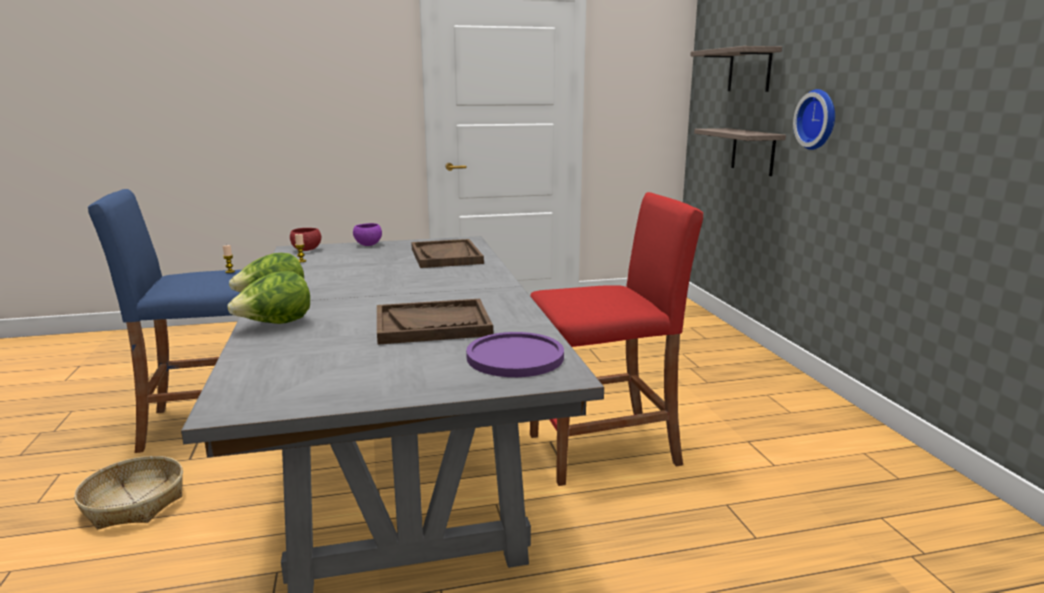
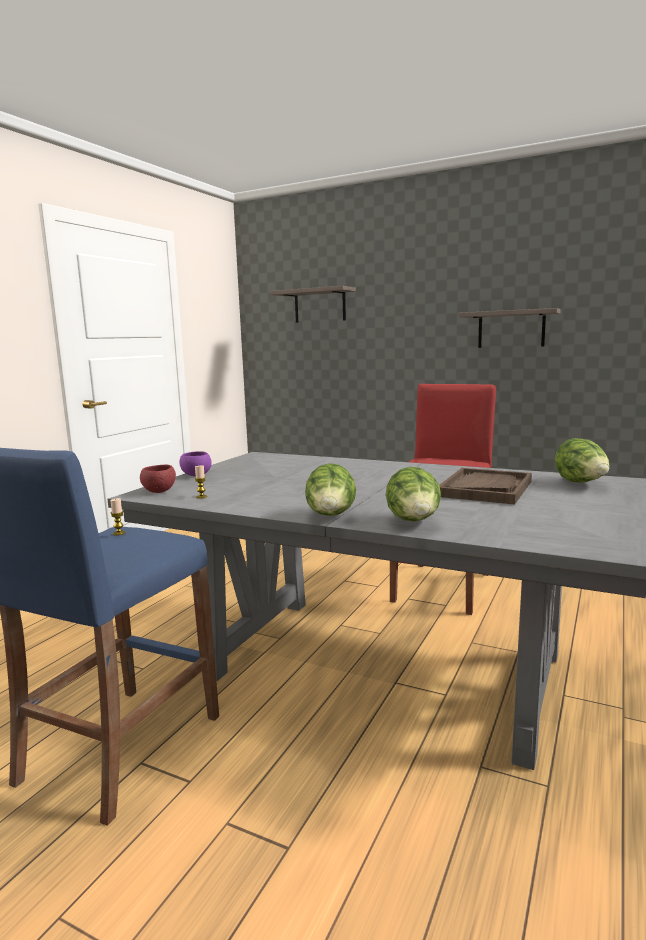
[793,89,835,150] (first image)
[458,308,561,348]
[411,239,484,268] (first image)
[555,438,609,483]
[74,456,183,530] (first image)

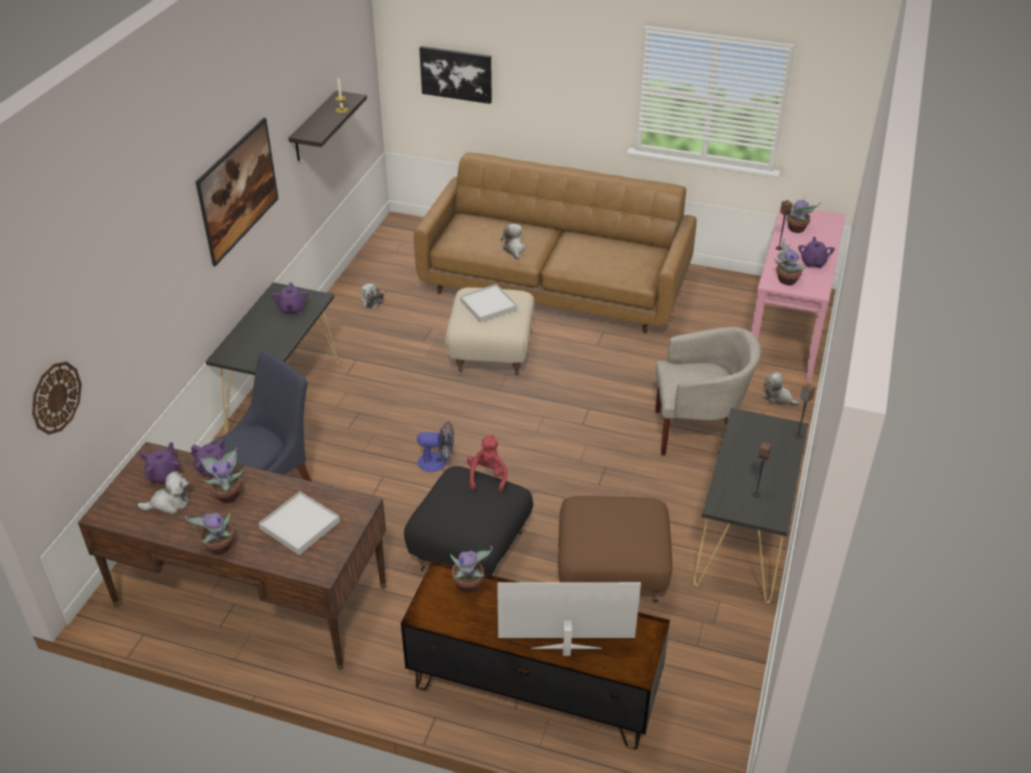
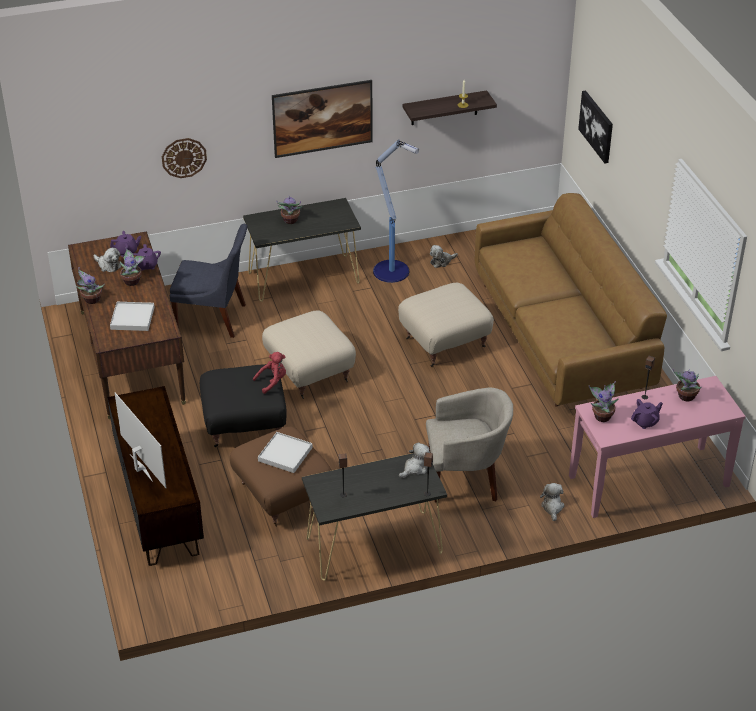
[399,442,430,478]
[271,283,308,314] (first image)
[258,432,313,473]
[426,388,513,503]
[162,138,207,178]
[262,310,356,399]
[276,195,303,224]
[373,139,419,283]

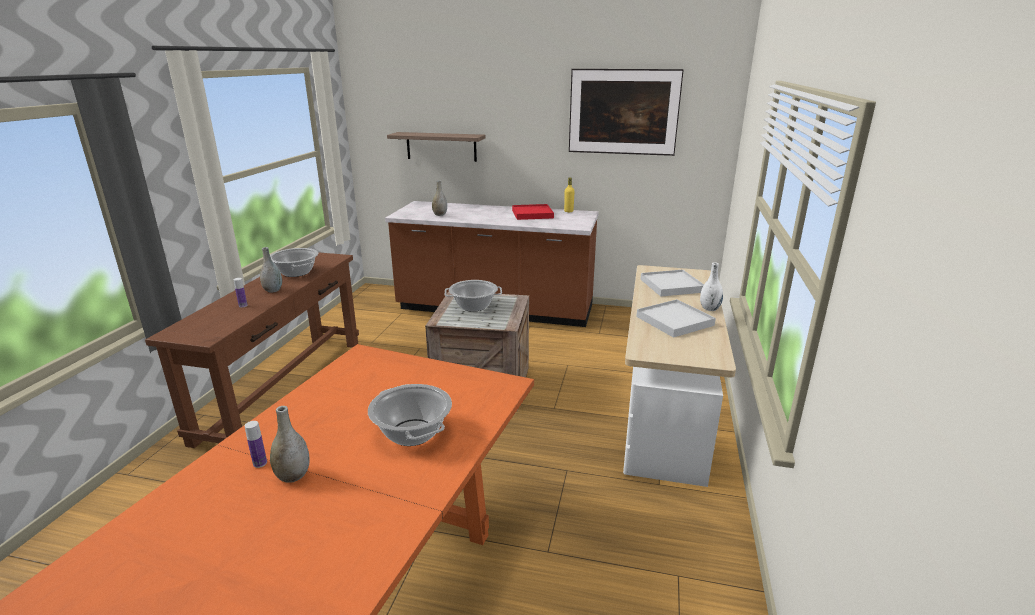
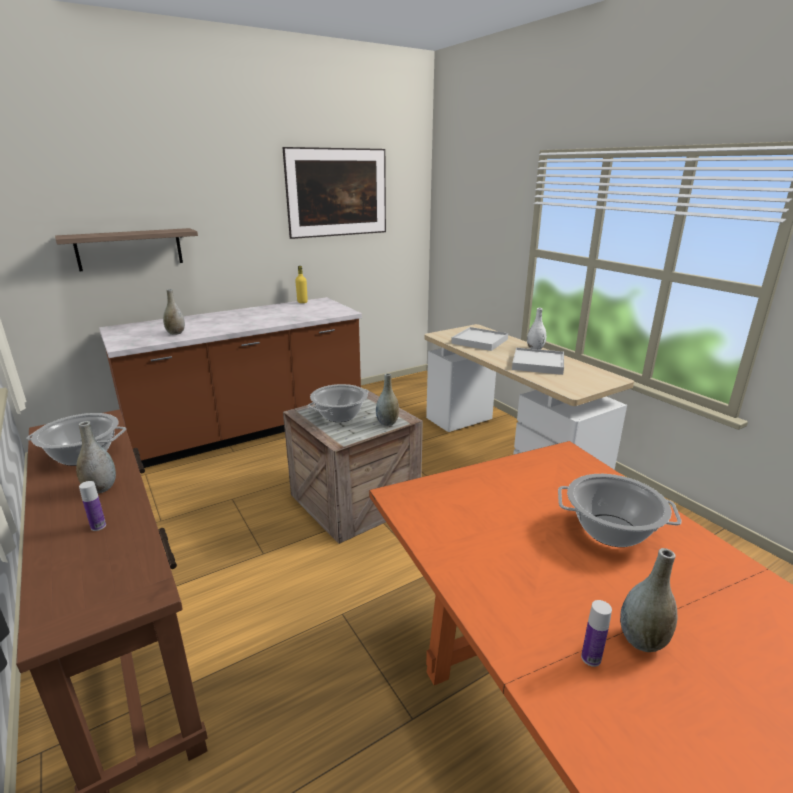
[512,204,554,220] (first image)
[376,373,399,426]

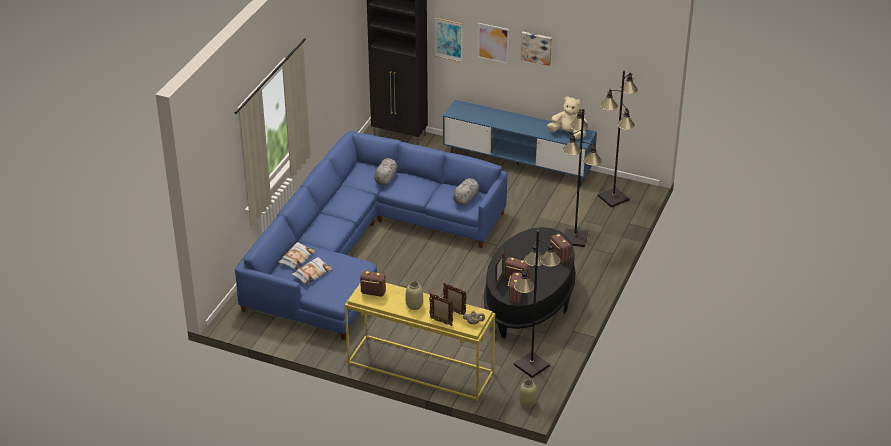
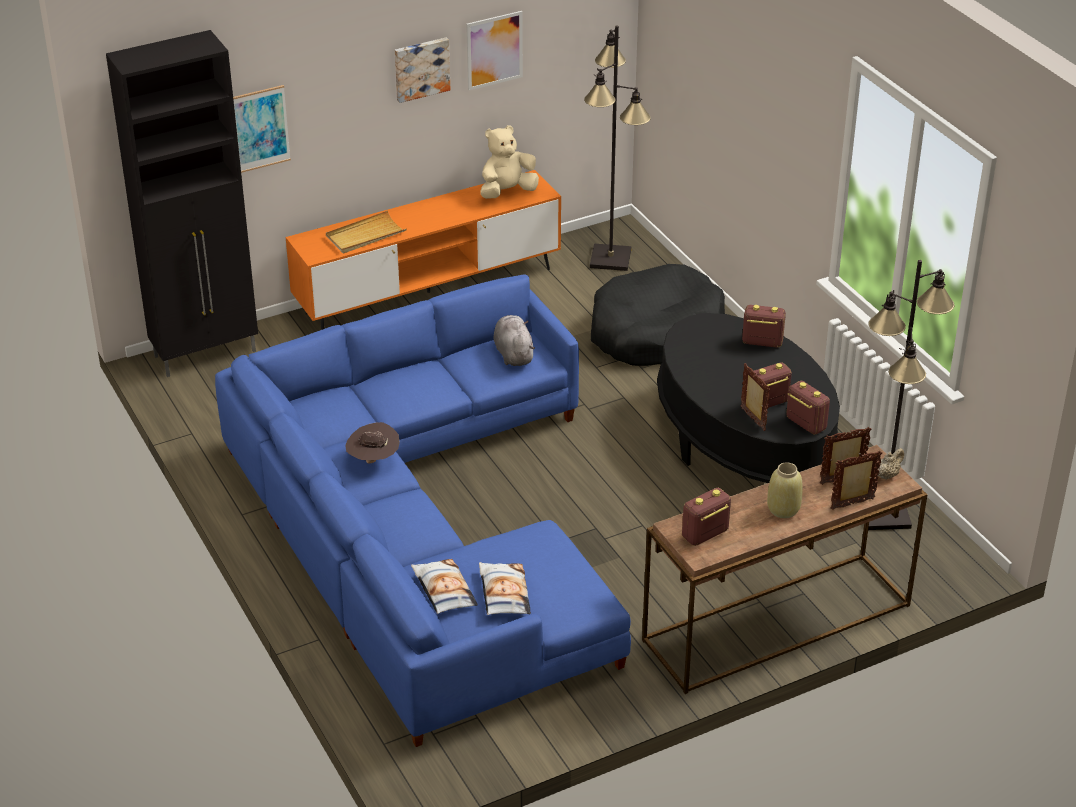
[466,11,523,90]
[286,170,561,330]
[591,264,725,366]
[375,158,397,185] (first image)
[642,445,927,694]
[519,379,537,408] (first image)
[326,210,407,253]
[345,422,400,464]

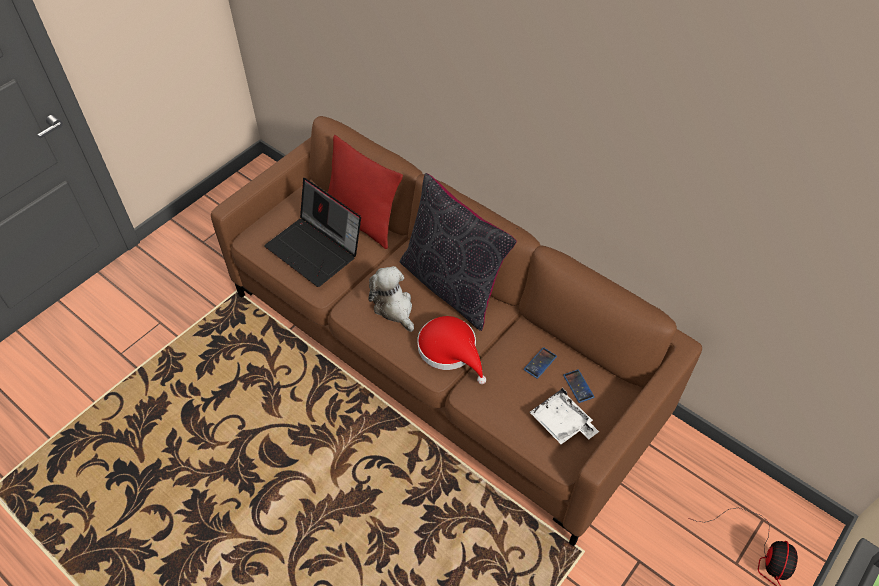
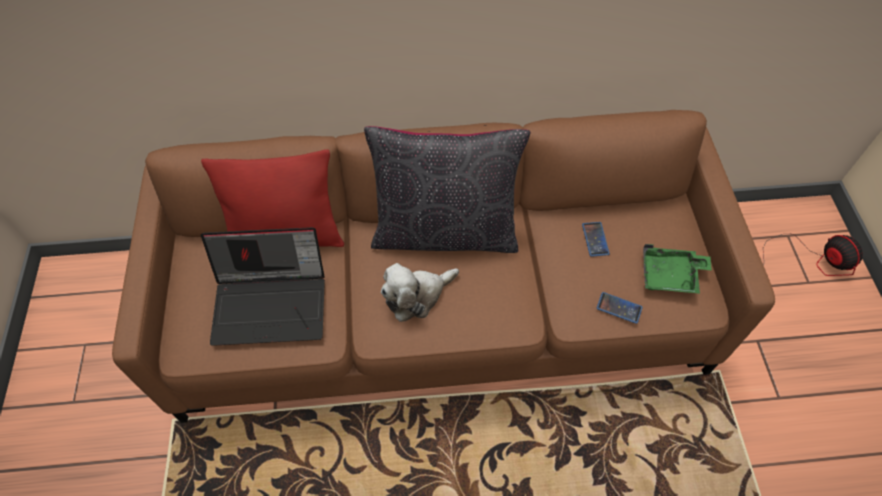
[381,263,459,322]
[417,316,486,384] (first image)
[597,292,643,324]
[643,244,712,294]

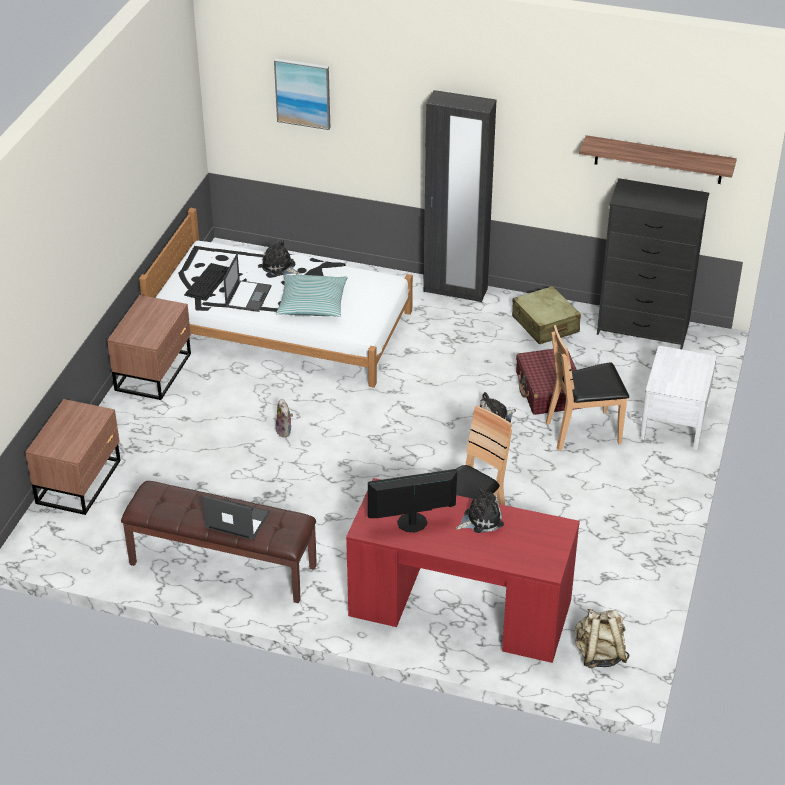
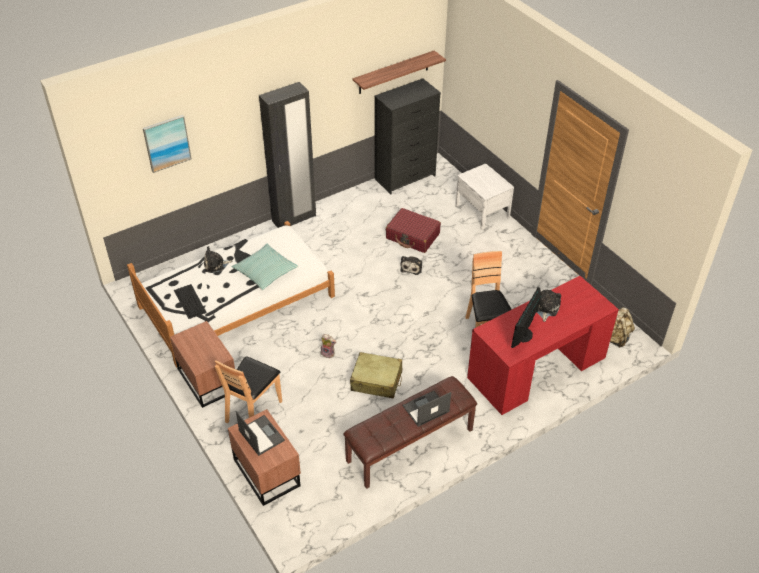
[236,411,285,456]
[350,352,402,399]
[215,356,282,423]

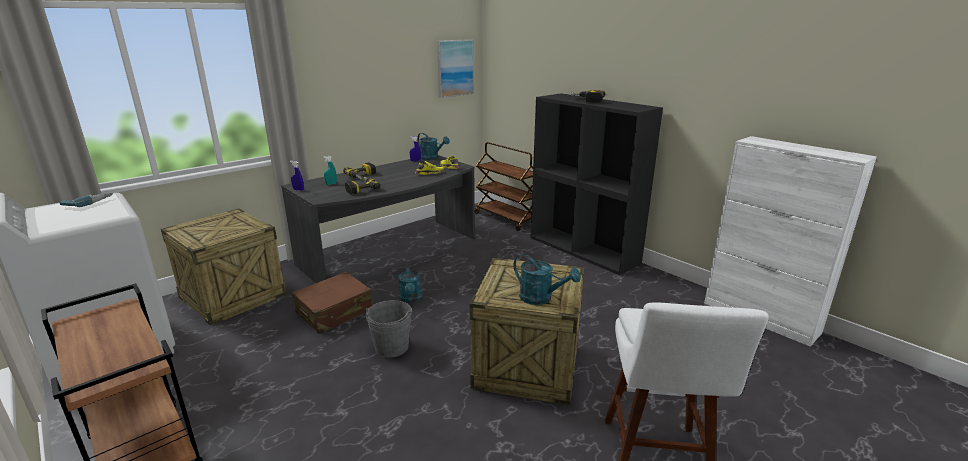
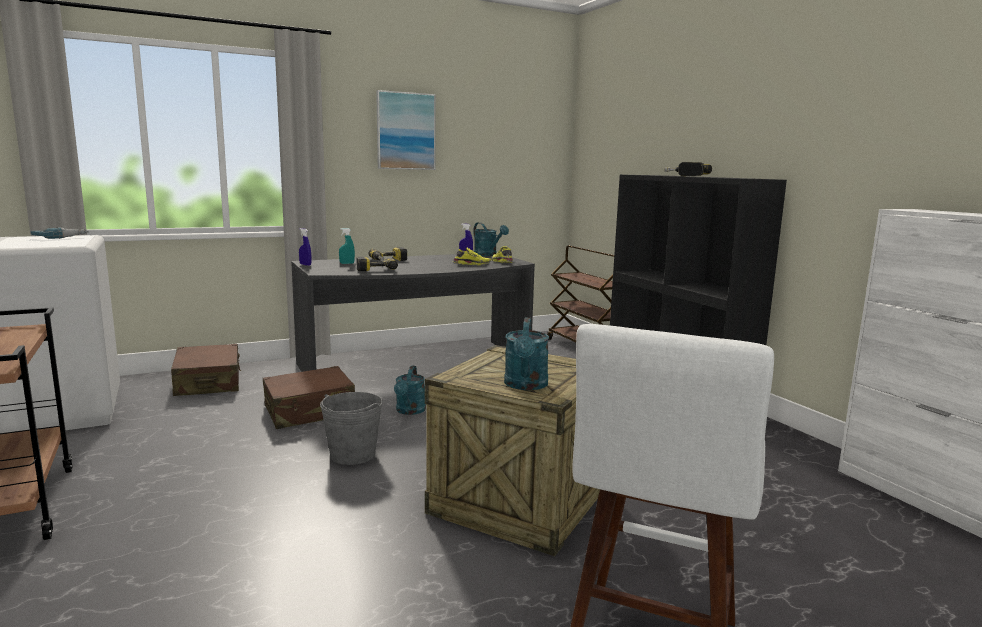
[376,90,436,170]
[171,344,241,396]
[504,318,549,390]

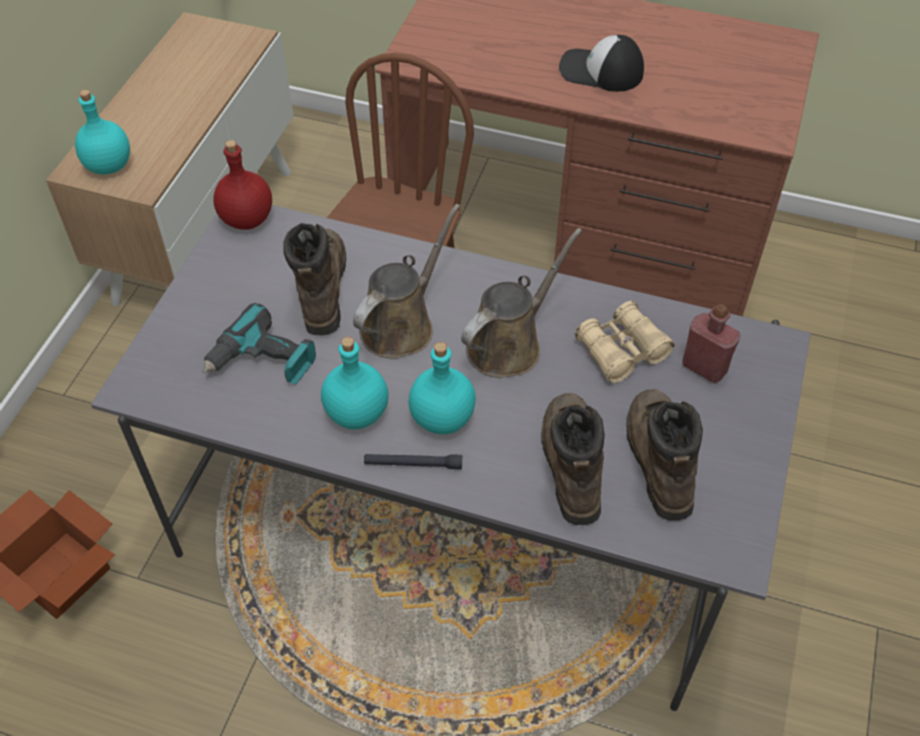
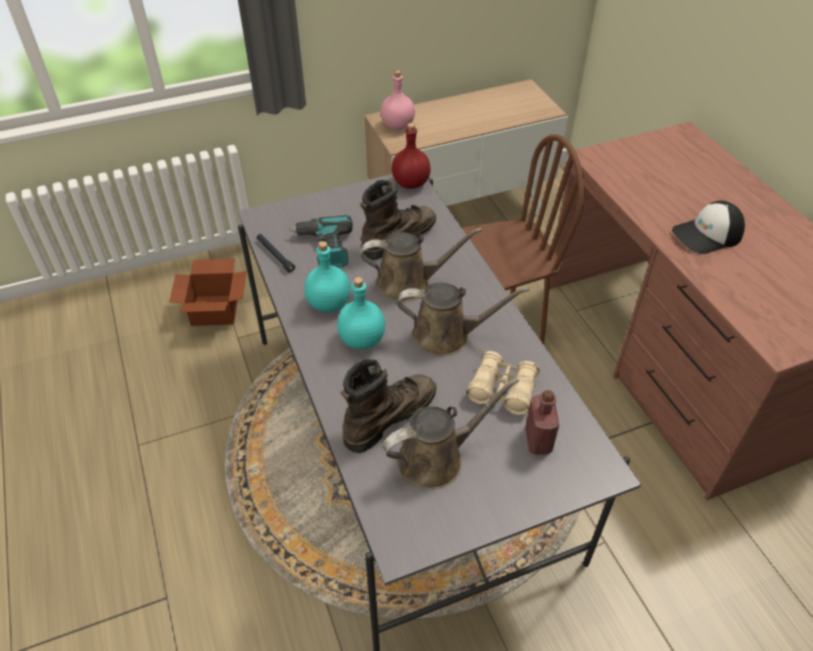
[672,201,745,254]
[381,70,415,130]
[383,378,519,489]
[257,234,295,273]

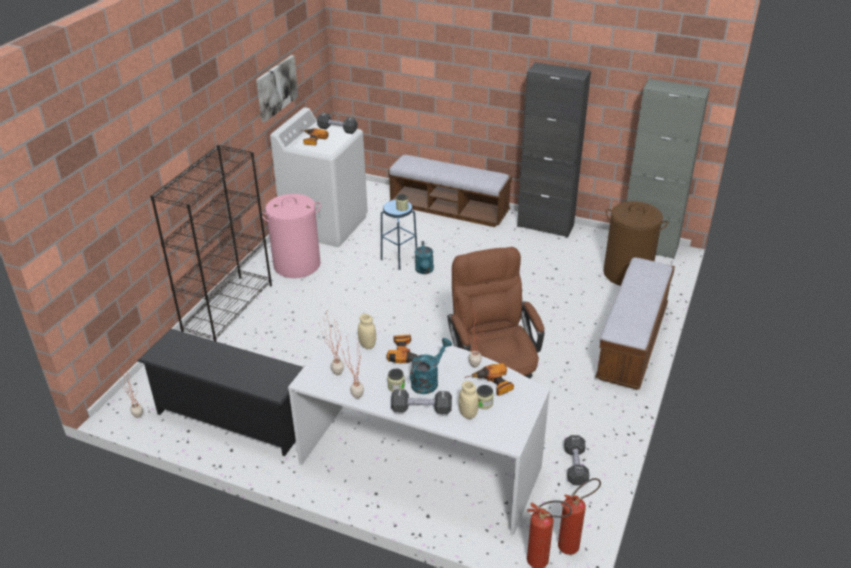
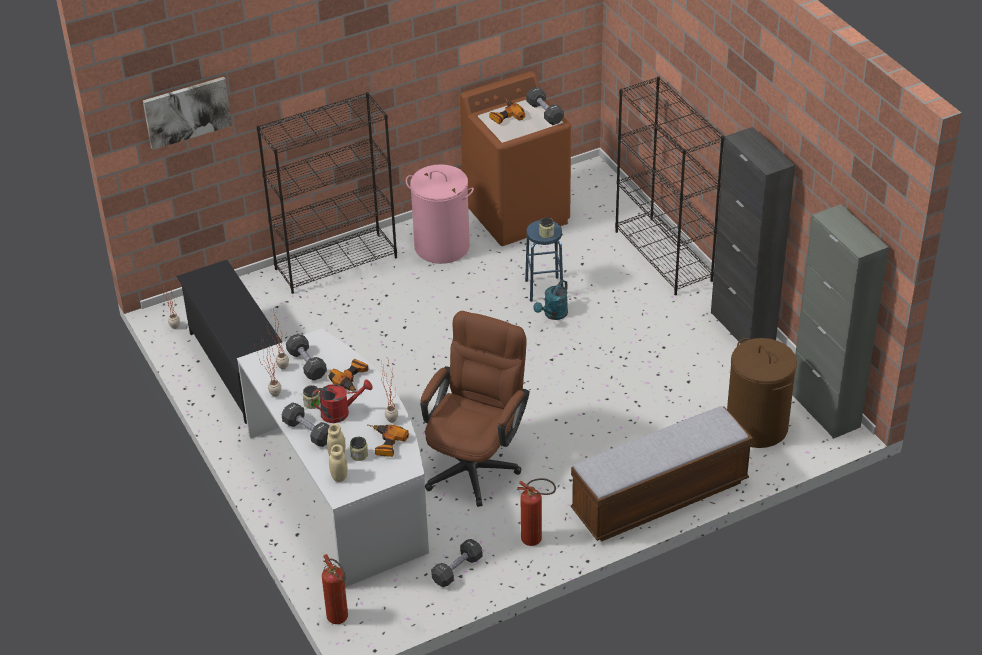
[143,77,232,150]
[460,71,571,246]
[615,76,724,295]
[329,444,348,482]
[311,380,373,423]
[517,478,556,546]
[286,333,327,380]

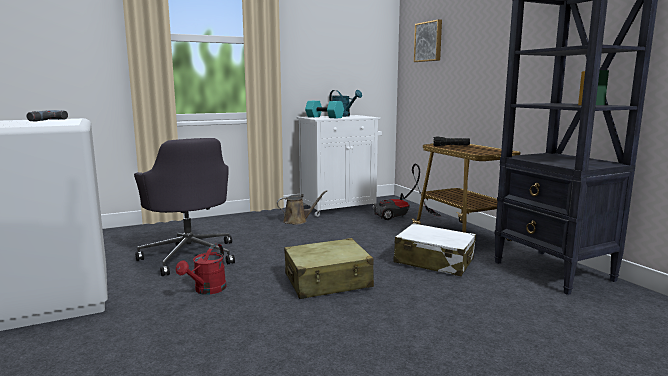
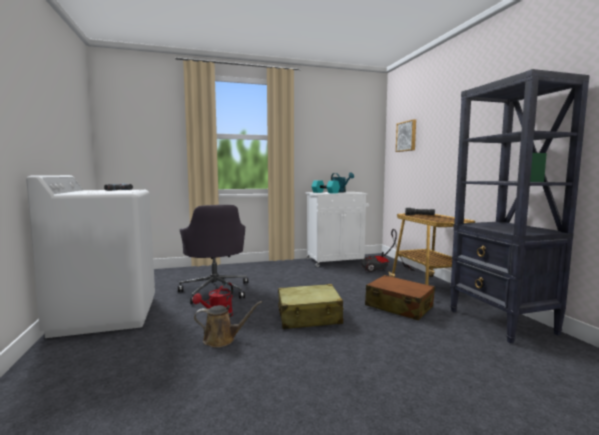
[194,301,262,347]
[365,275,435,320]

